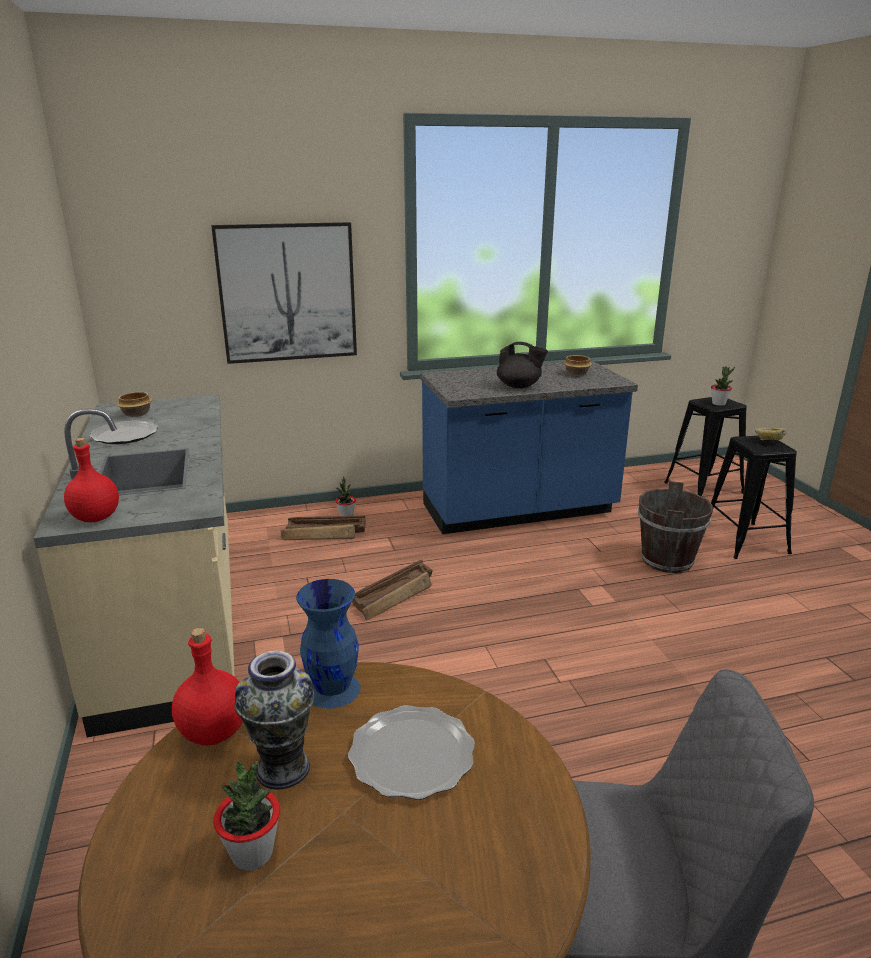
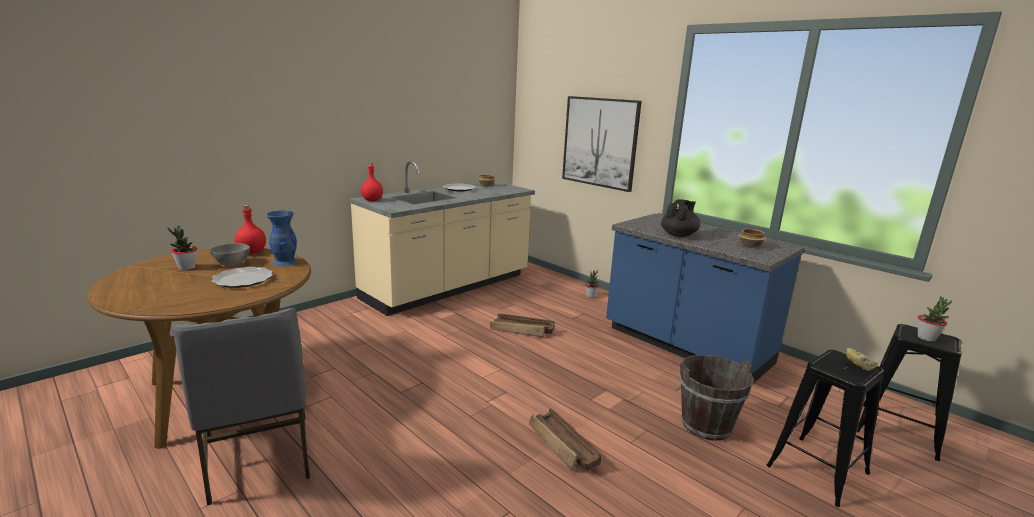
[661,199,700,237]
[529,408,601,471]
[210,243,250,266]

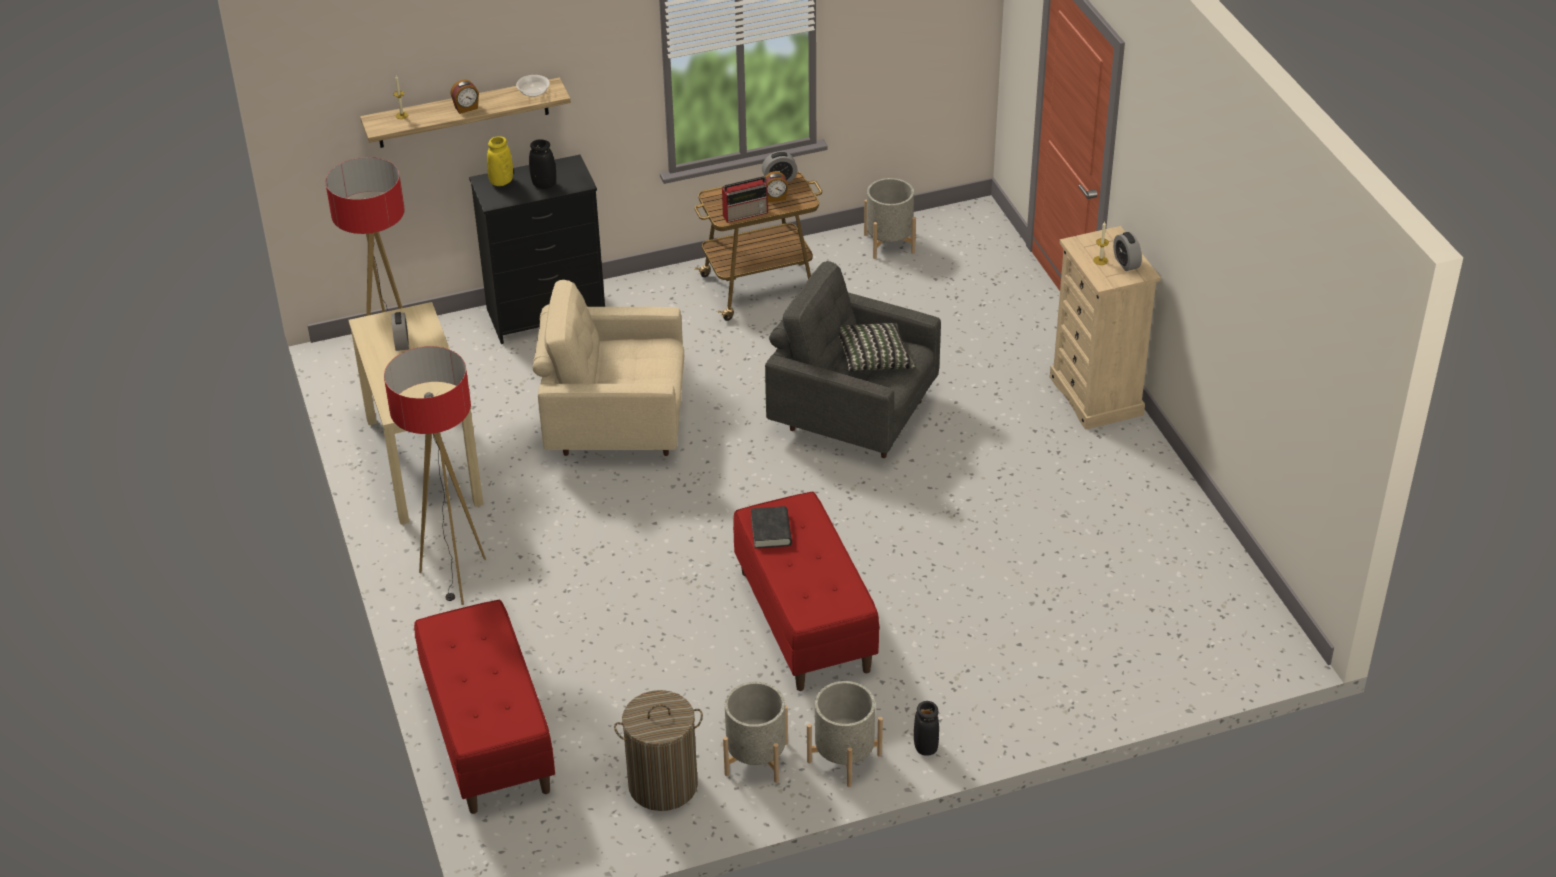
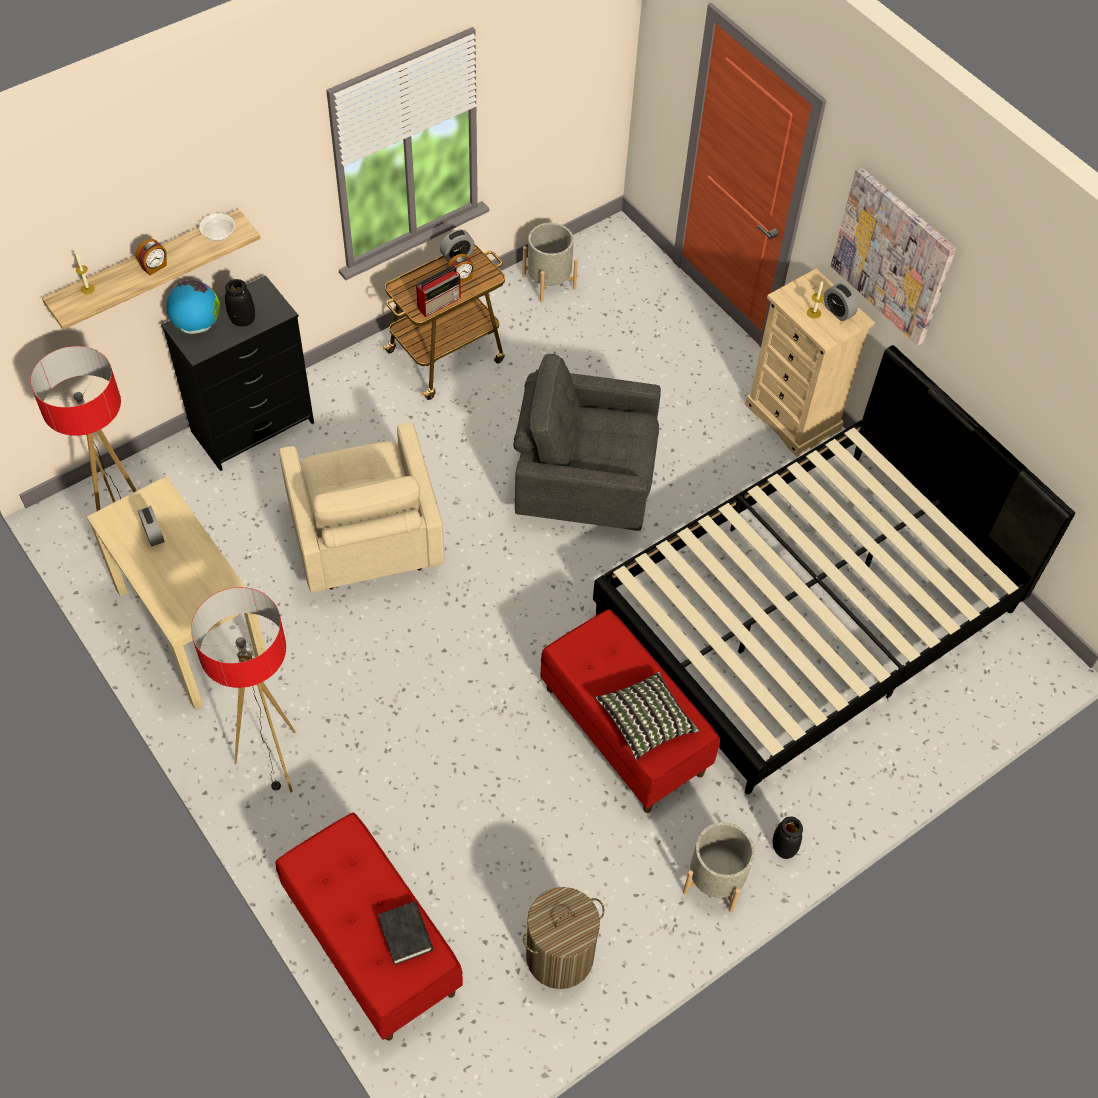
[166,280,220,334]
[279,422,445,593]
[596,672,699,760]
[378,901,433,965]
[723,682,788,783] (first image)
[831,167,956,345]
[593,345,1075,794]

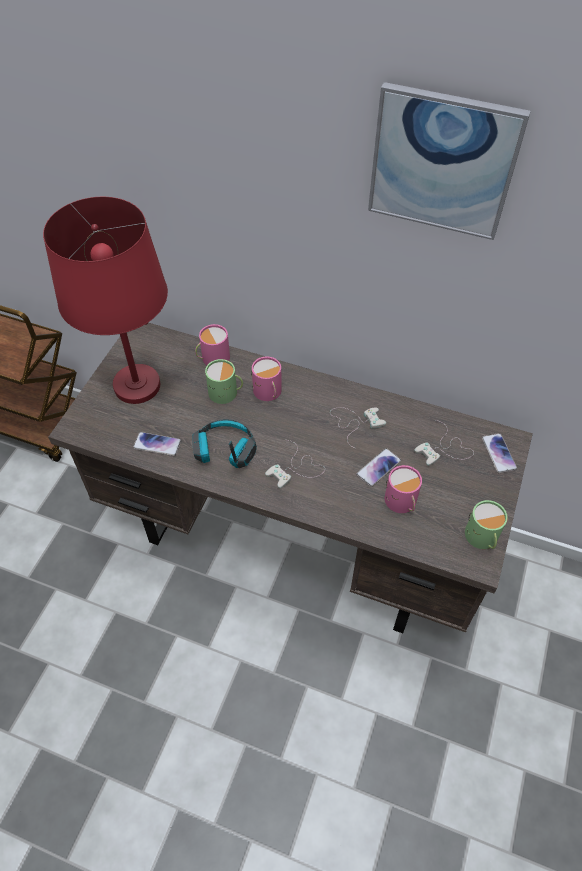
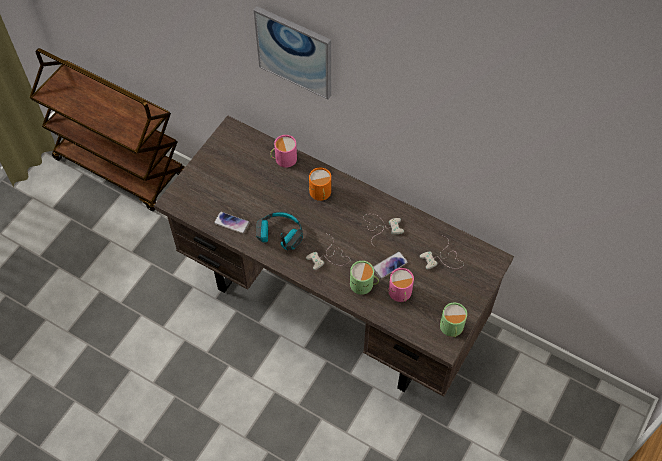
[254,6,331,99]
[43,197,168,404] (first image)
[308,168,331,201]
[350,261,379,295]
[482,433,517,473] (first image)

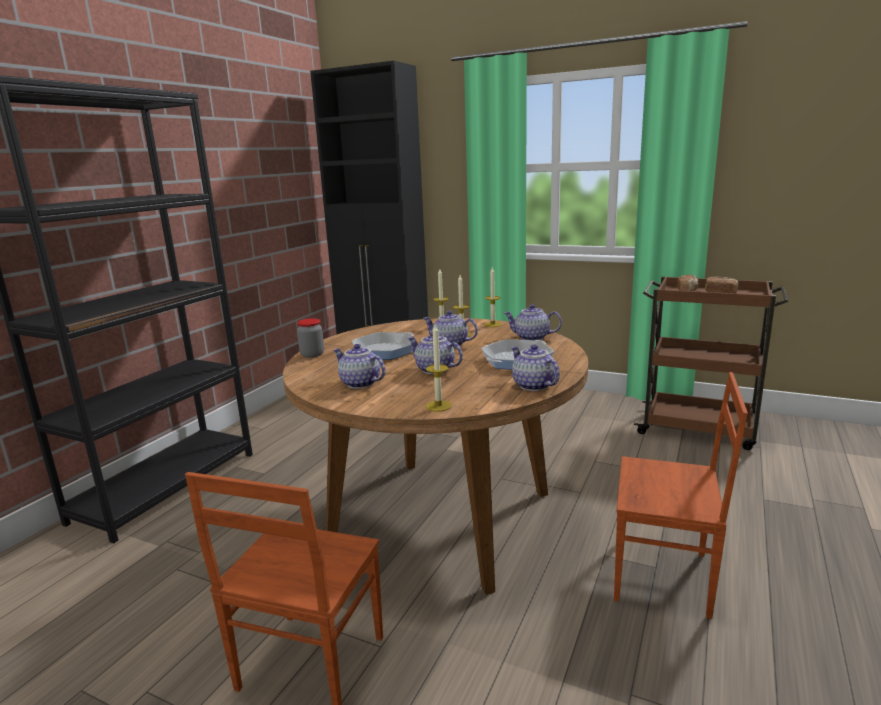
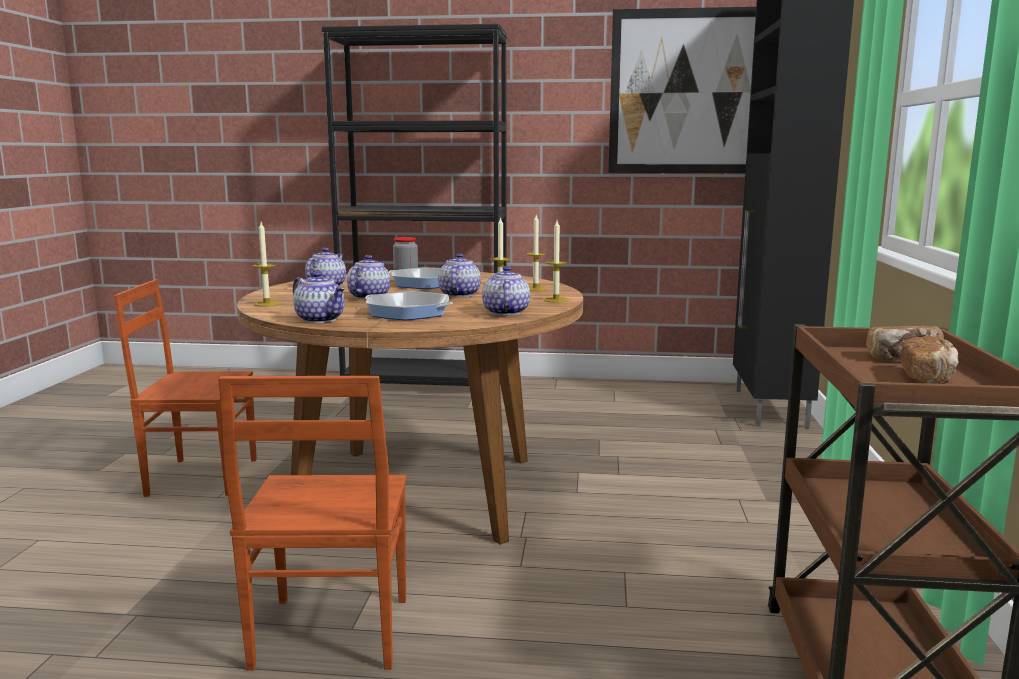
[293,271,346,323]
[608,7,756,173]

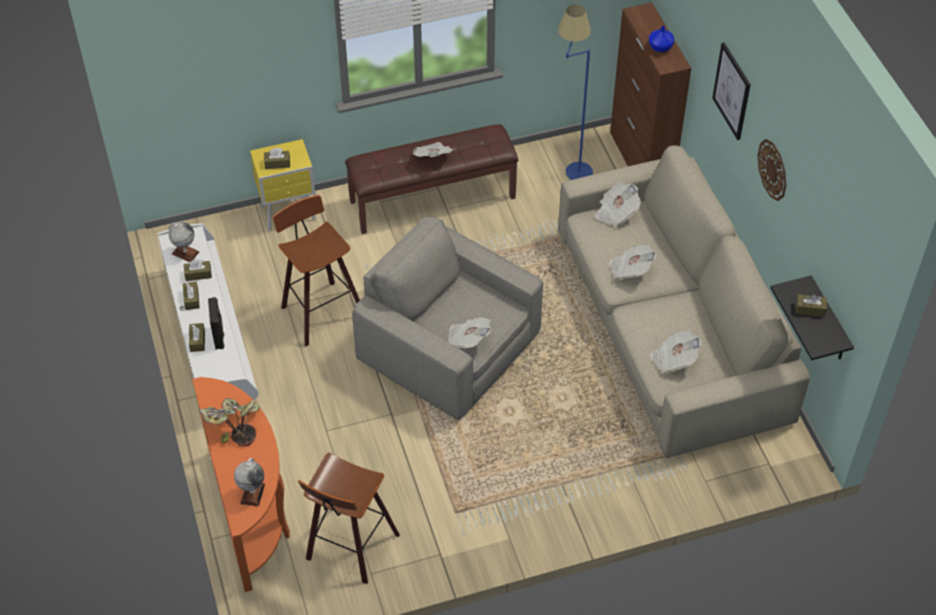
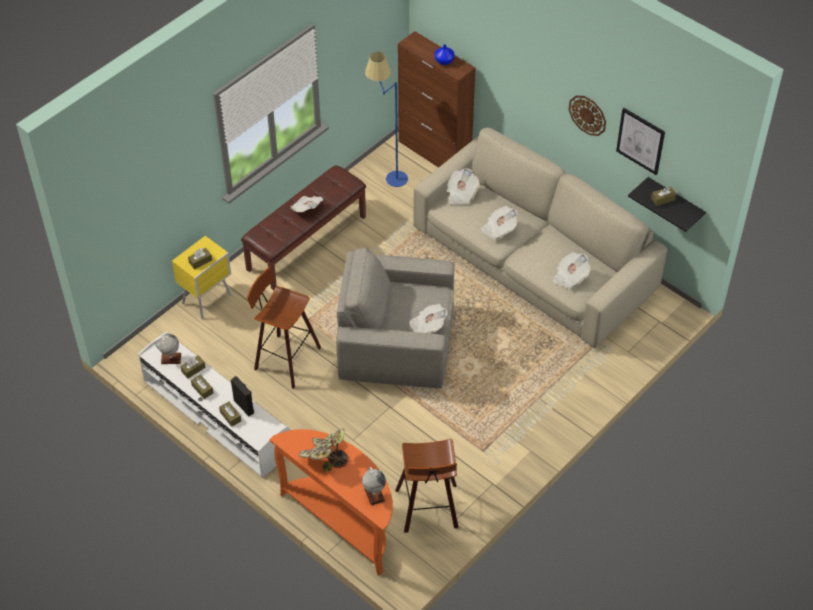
[616,108,665,175]

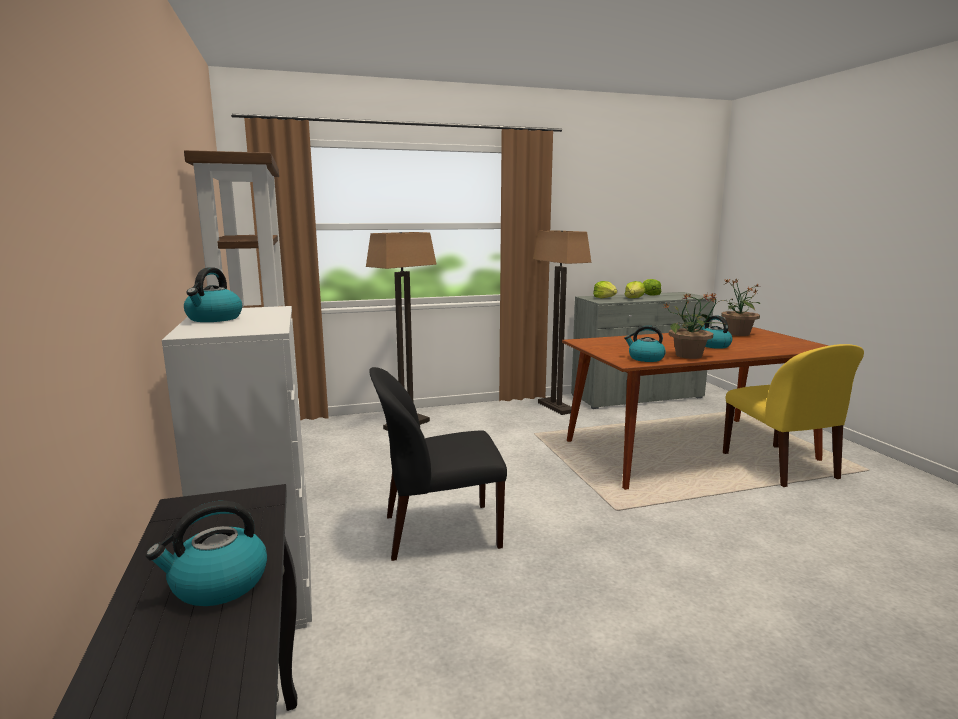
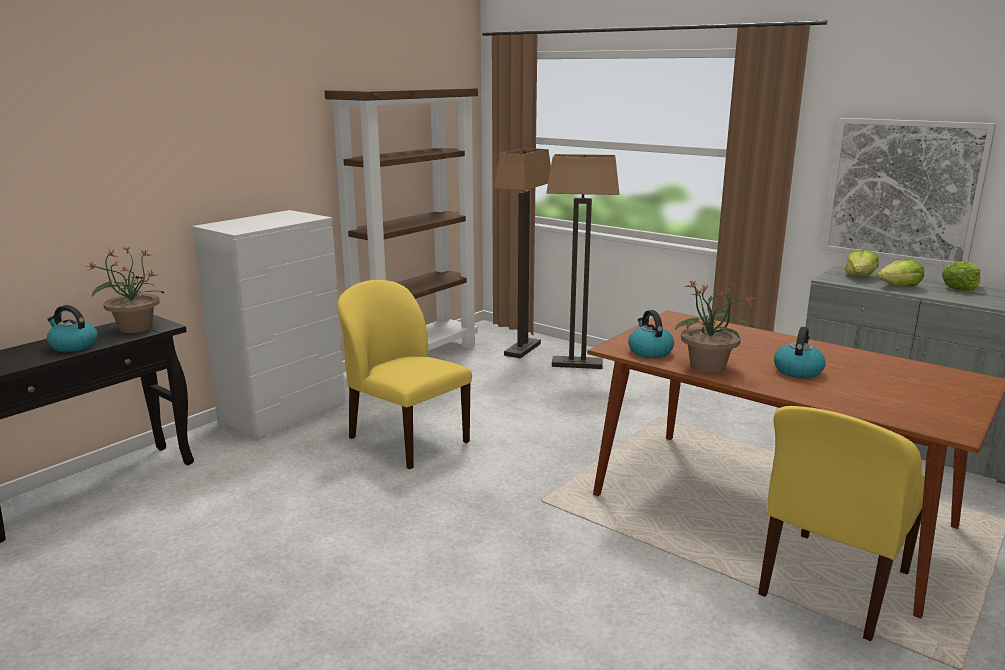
[494,148,551,358]
[184,267,242,322] (first image)
[87,246,164,333]
[337,280,472,469]
[822,118,996,266]

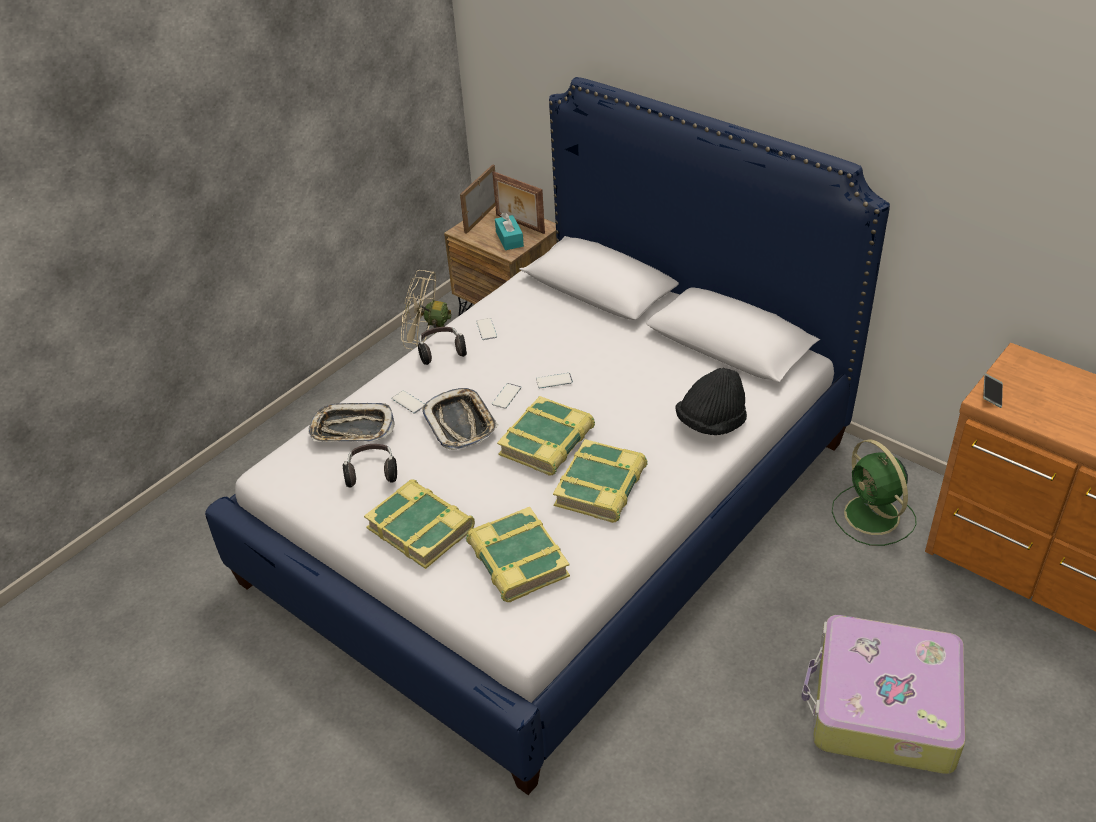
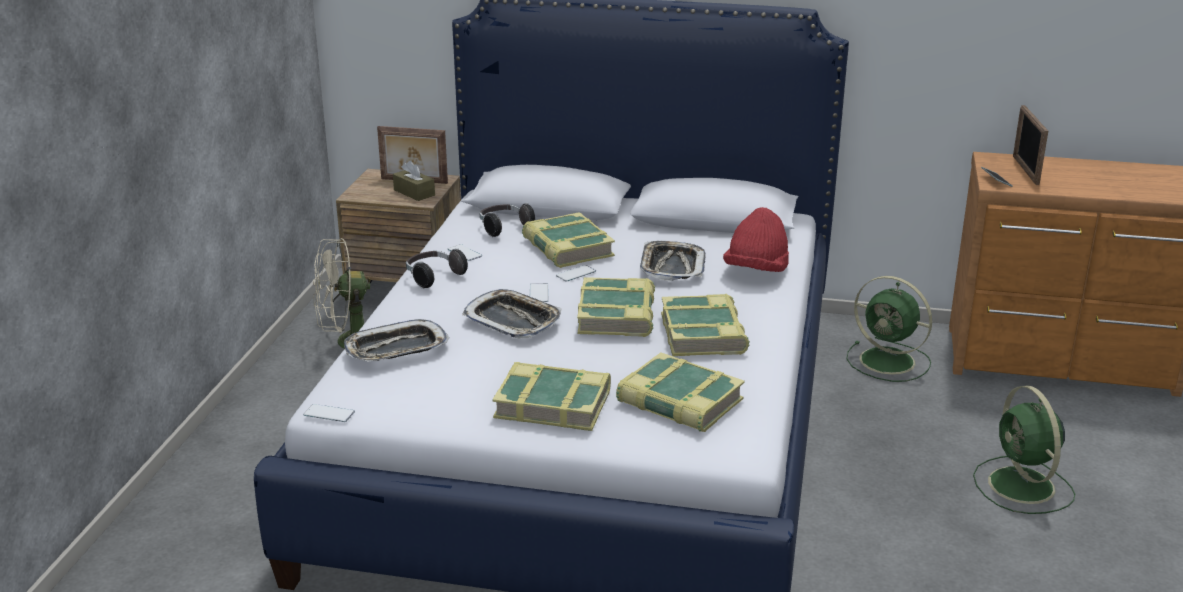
[1013,105,1048,185]
[393,161,435,201]
[723,207,789,272]
[303,404,355,422]
[480,203,535,237]
[973,385,1075,514]
[522,212,615,268]
[640,241,706,281]

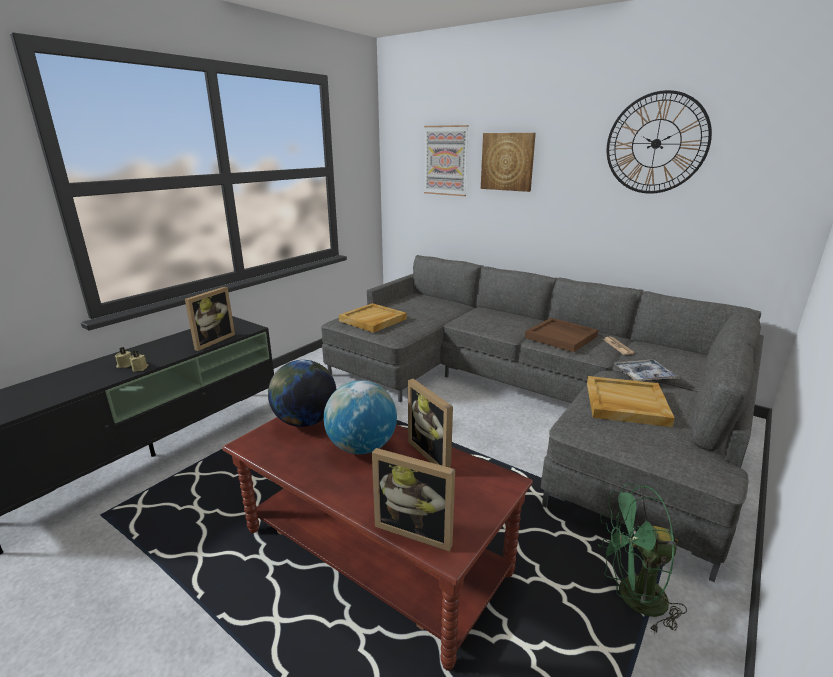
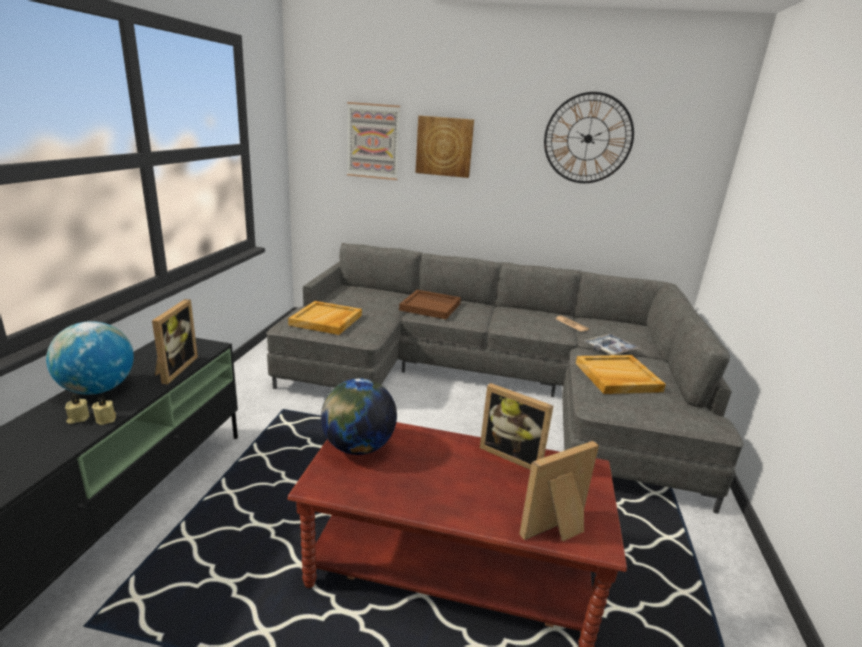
[399,290,461,319]
[46,321,134,395]
[519,441,599,541]
[598,484,687,634] (first image)

